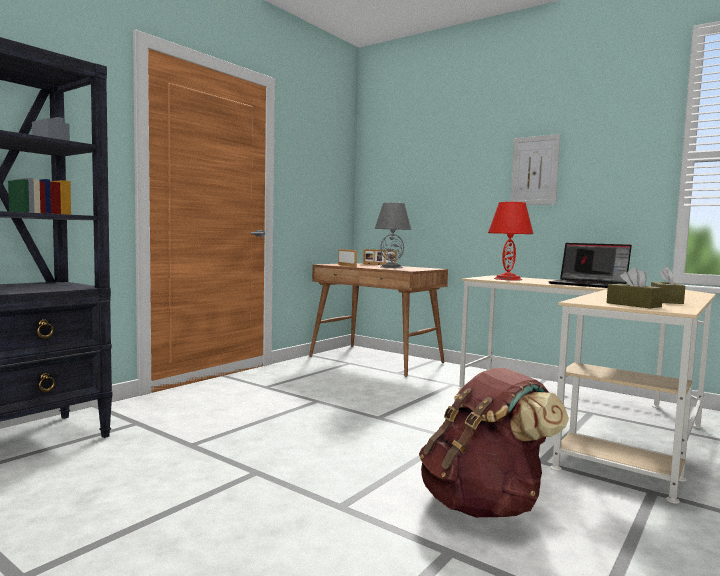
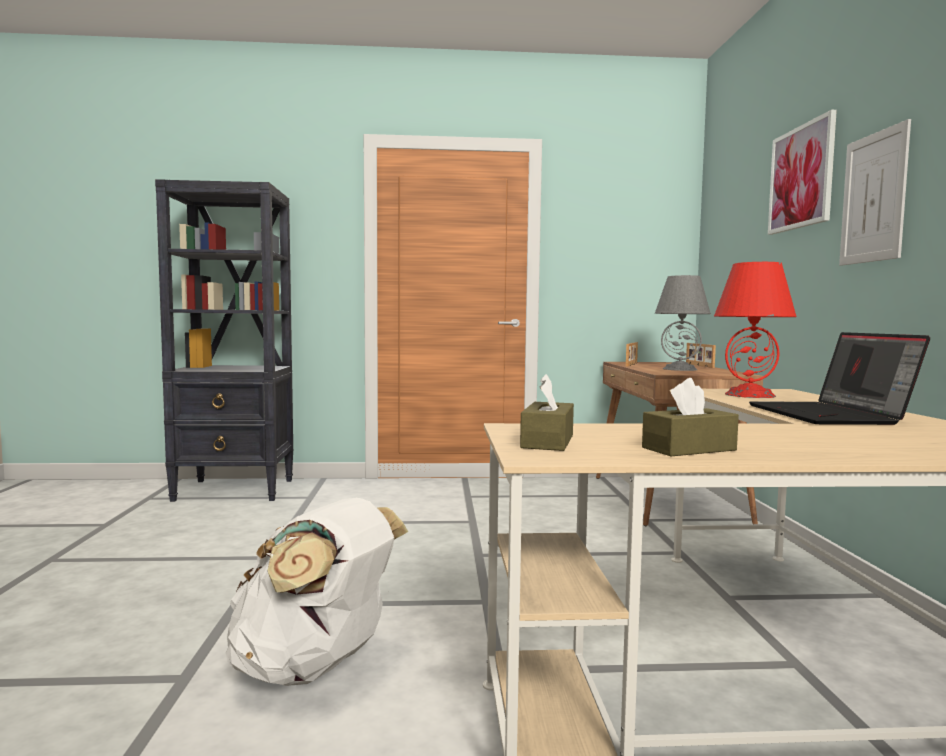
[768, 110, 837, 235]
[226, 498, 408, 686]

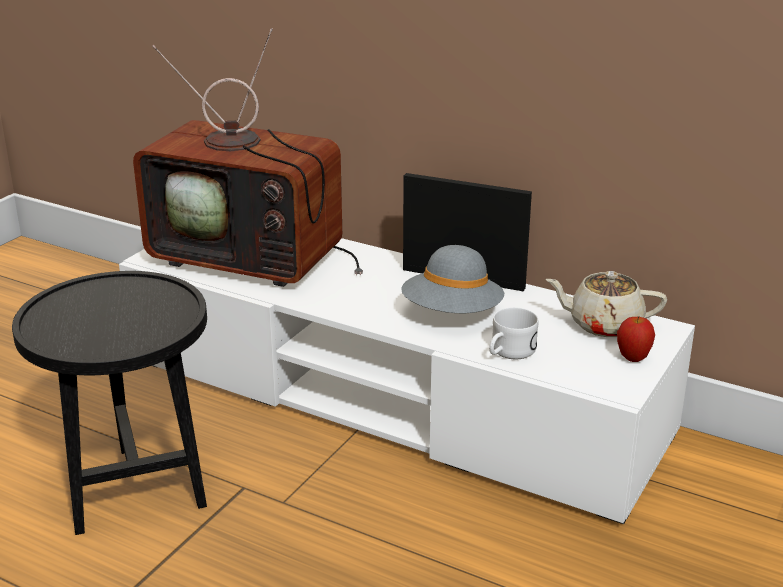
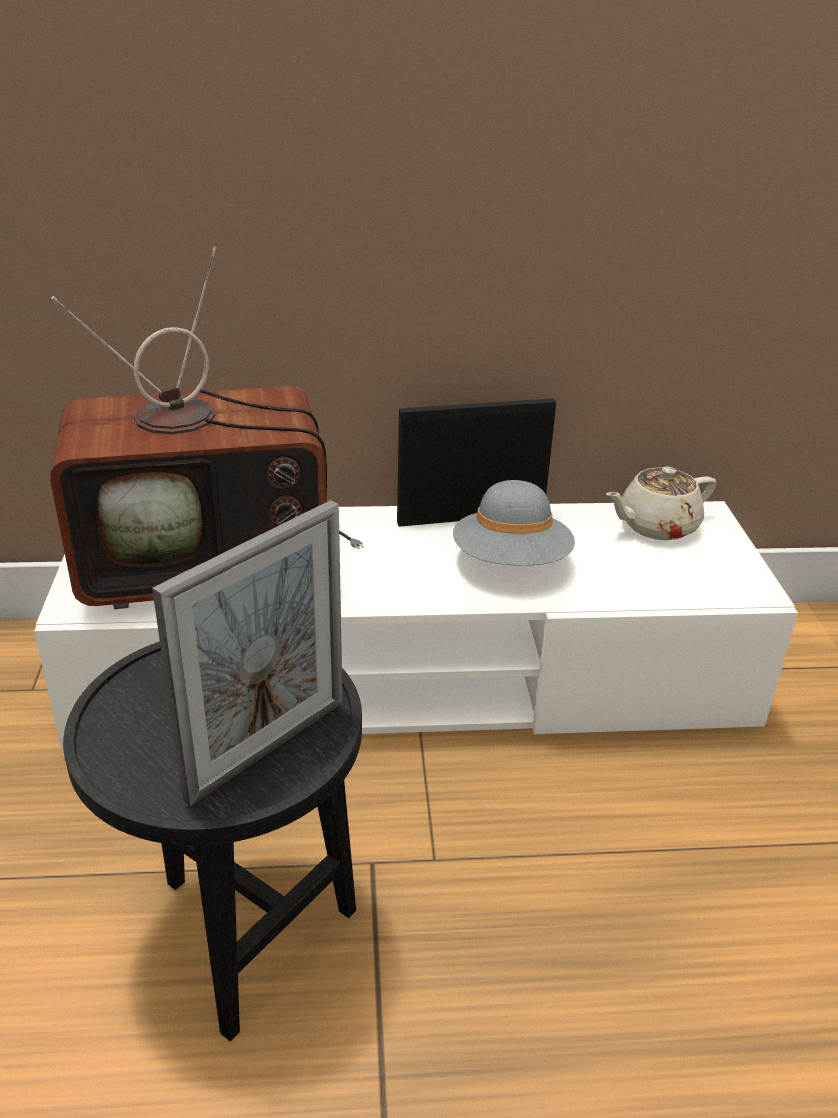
[489, 307, 539, 359] (first image)
[617, 316, 655, 362] (first image)
[152, 500, 343, 806]

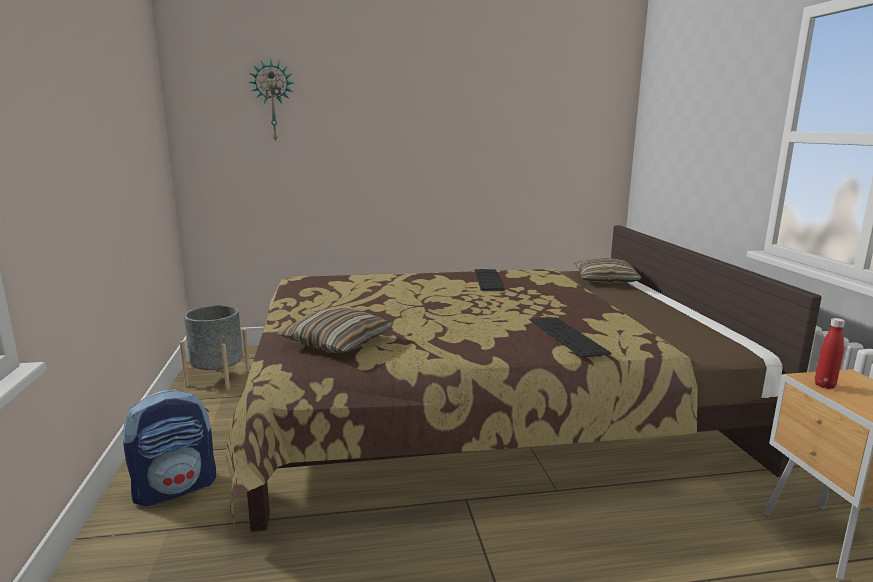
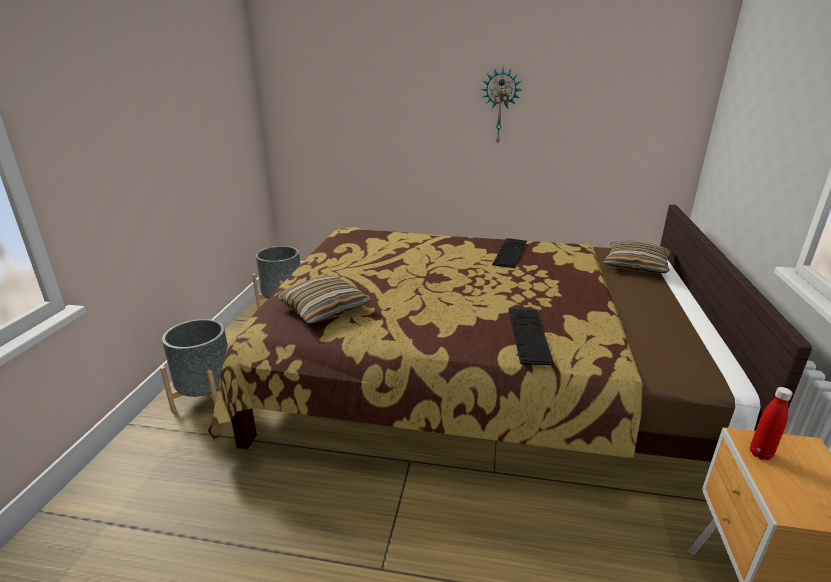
[481, 68, 522, 145]
[160, 319, 228, 412]

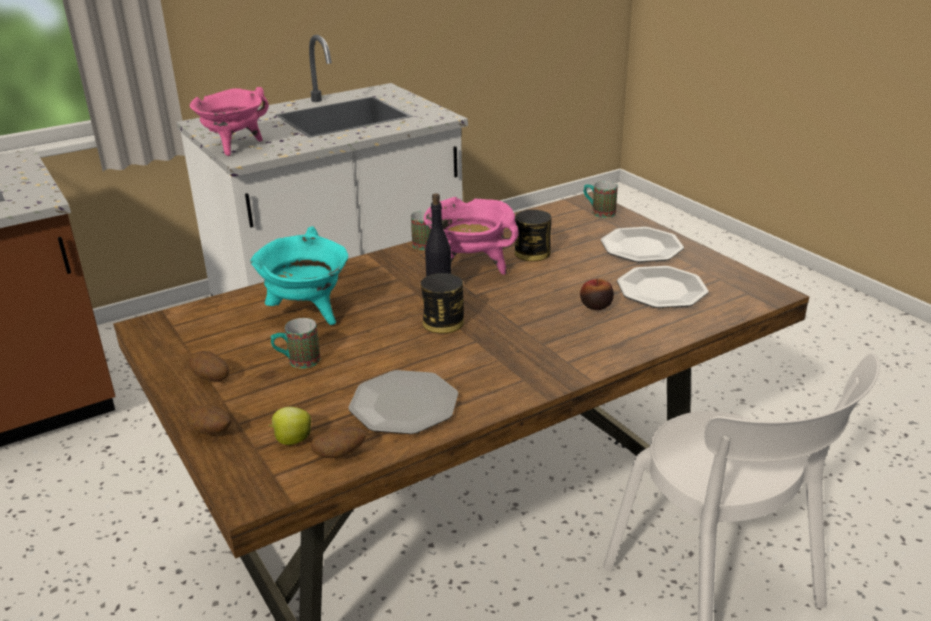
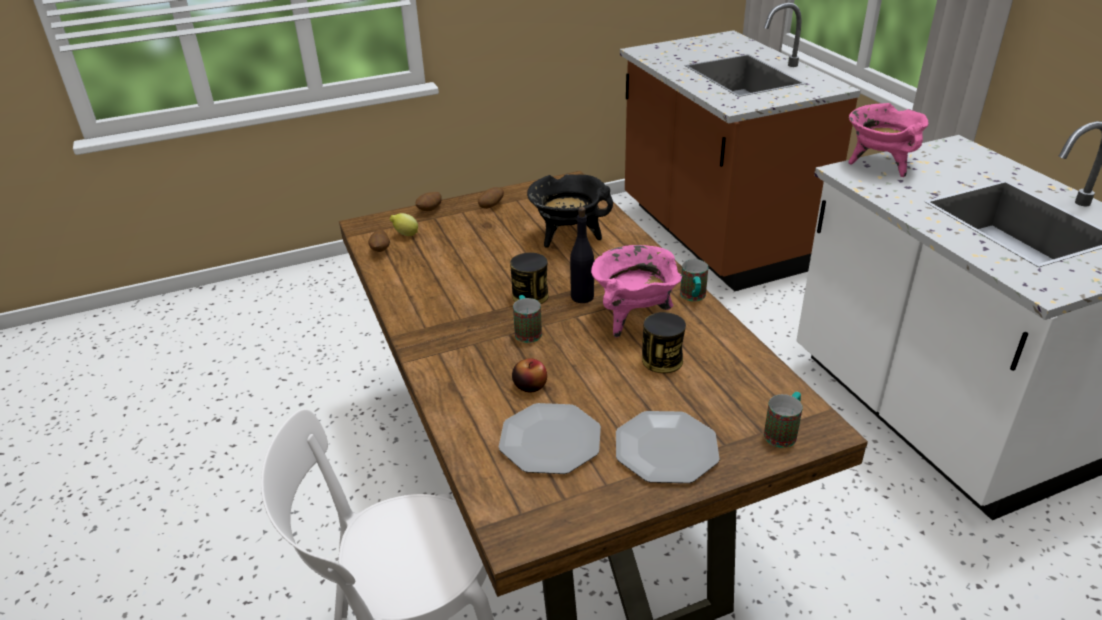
[348, 370, 458, 434] (first image)
[513, 295, 542, 343]
[390, 213, 418, 236]
[527, 174, 613, 248]

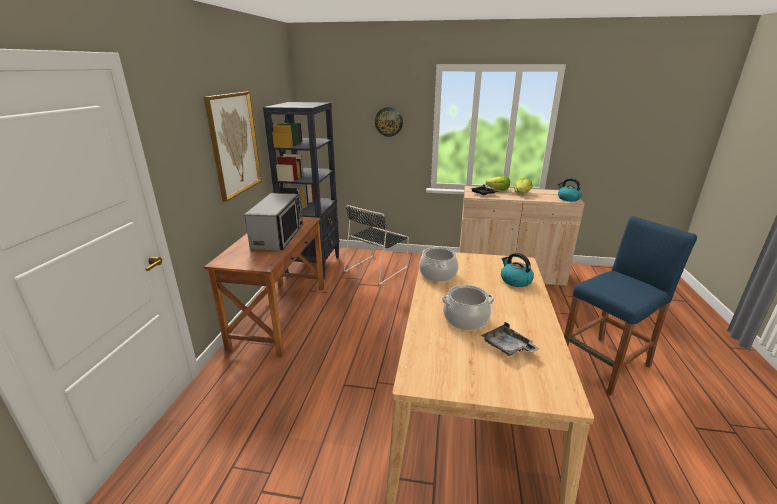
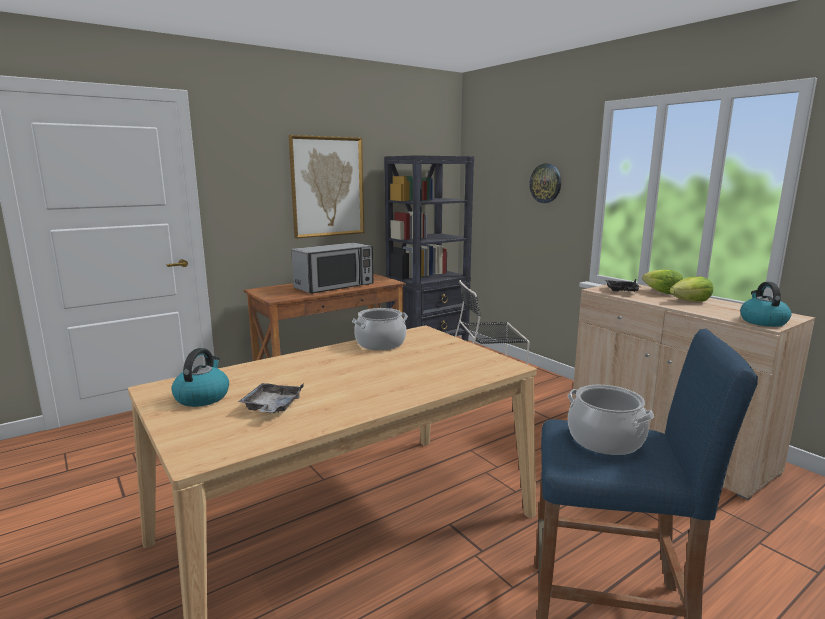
[568, 385, 654, 455]
[171, 348, 229, 407]

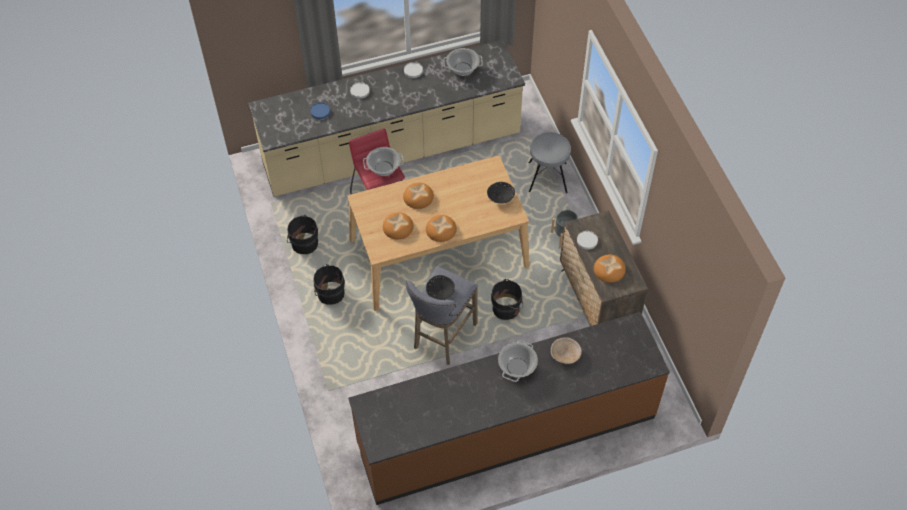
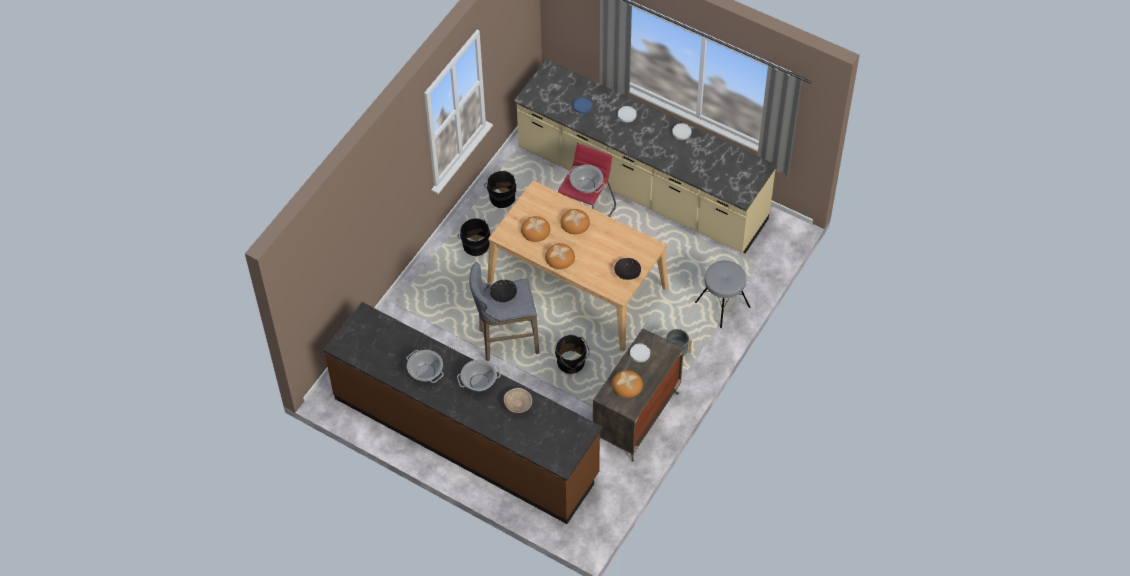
[407, 350, 444, 383]

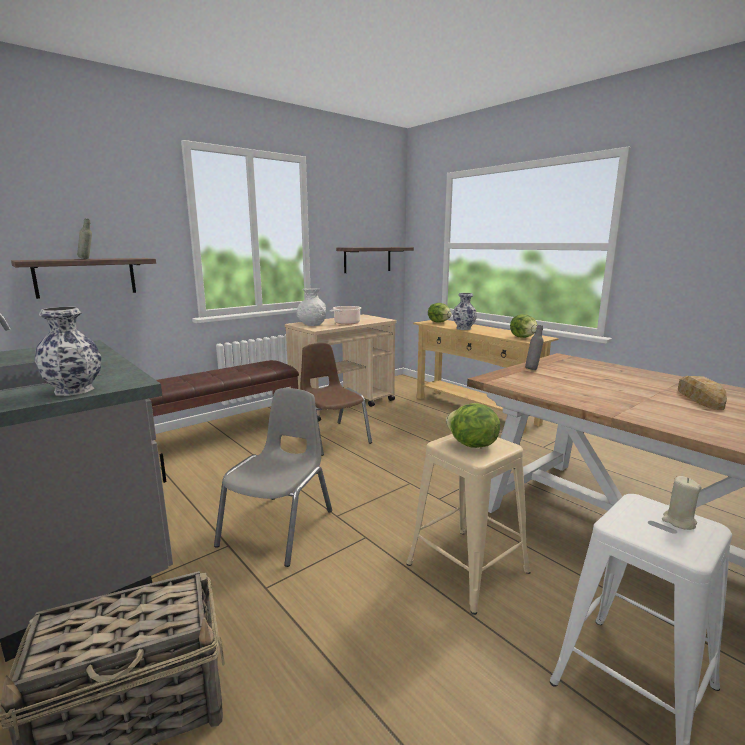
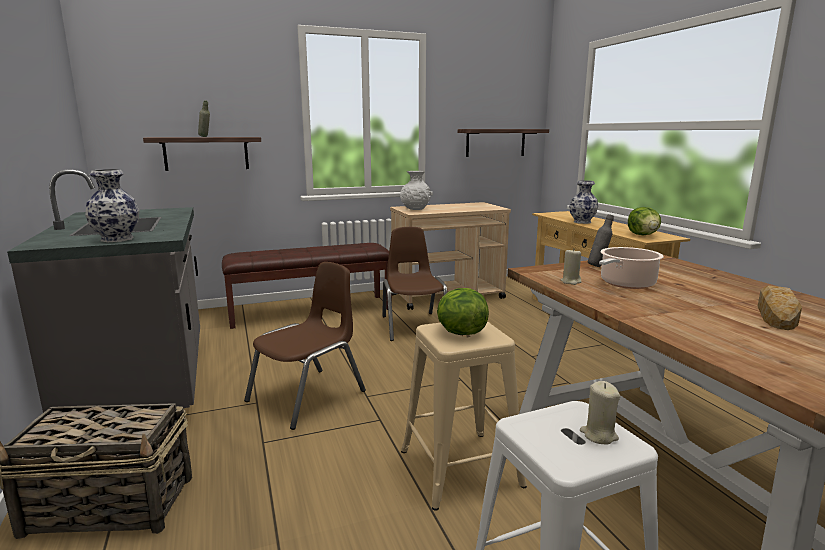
[428, 303, 452, 323] (first image)
[561, 250, 582, 285]
[599, 247, 664, 289]
[244, 262, 366, 430]

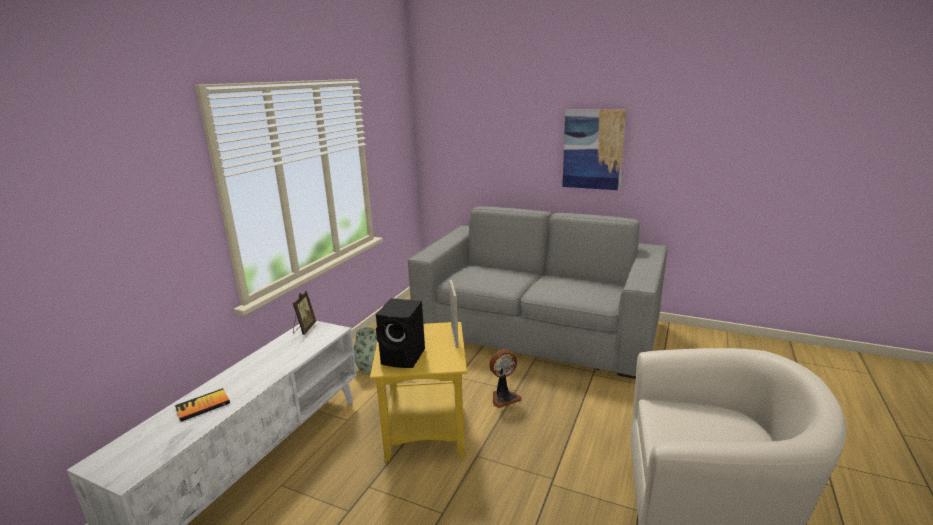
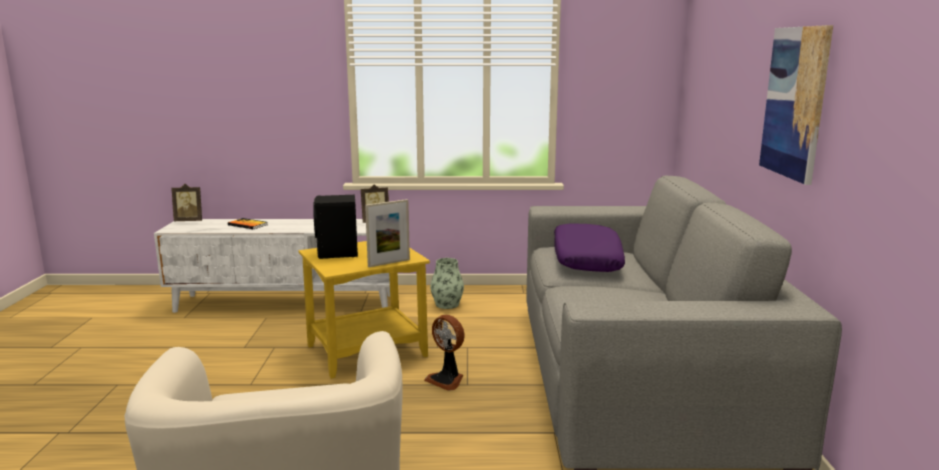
[172, 184, 202, 221]
[554, 223, 625, 272]

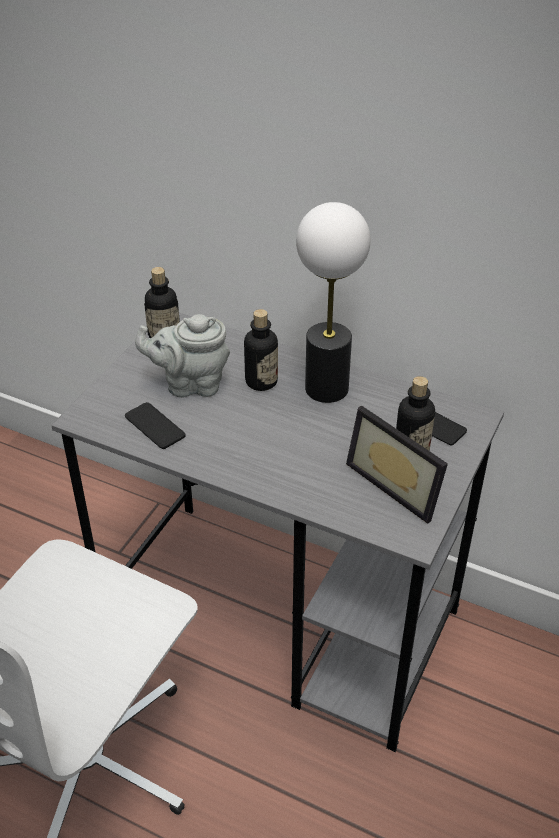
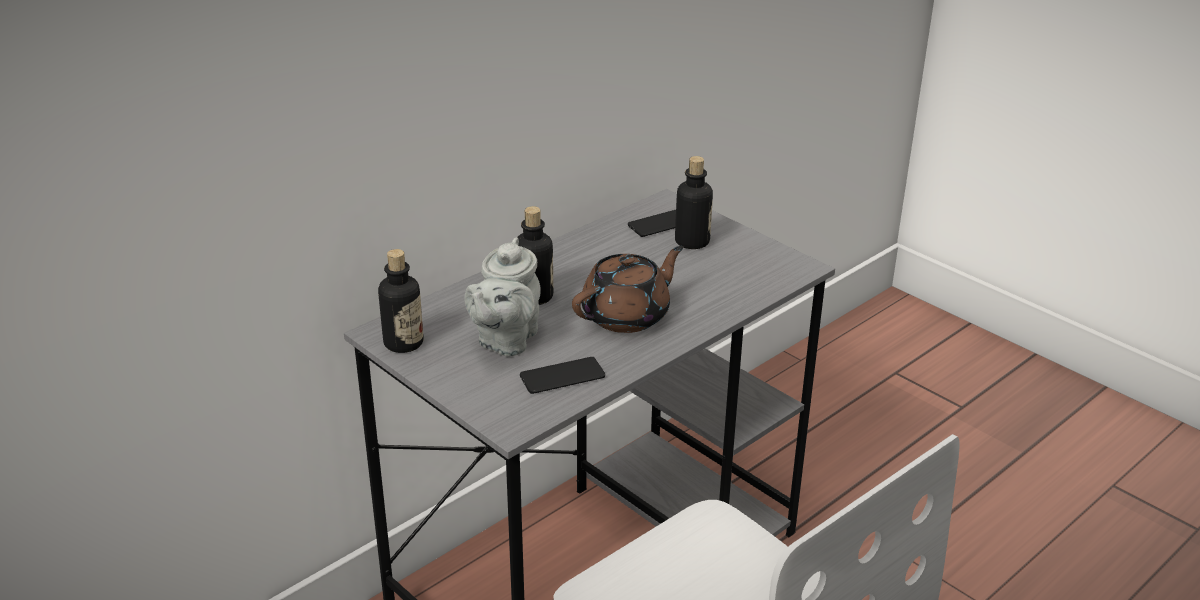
[296, 202, 370, 403] (first image)
[346, 406, 448, 523] (first image)
[572, 246, 684, 333]

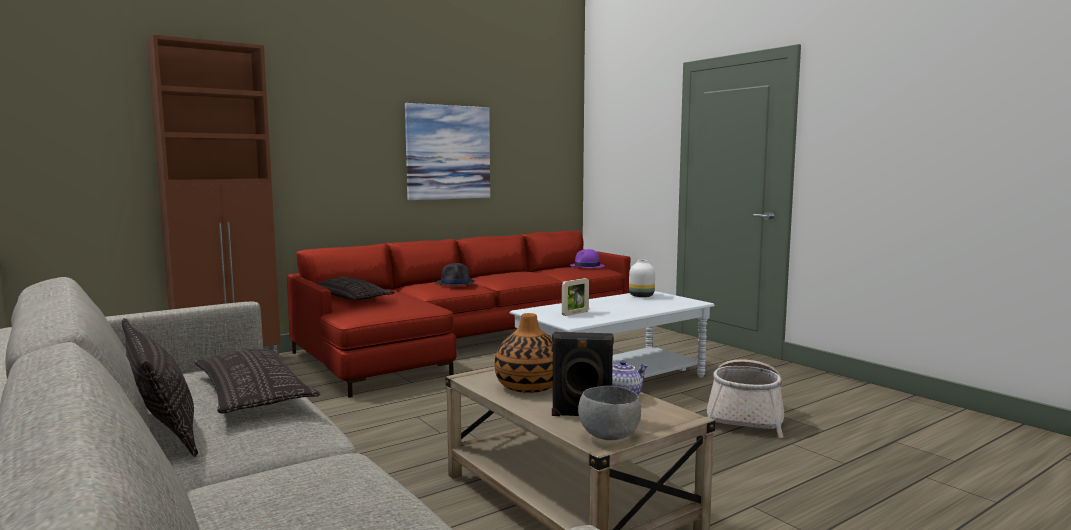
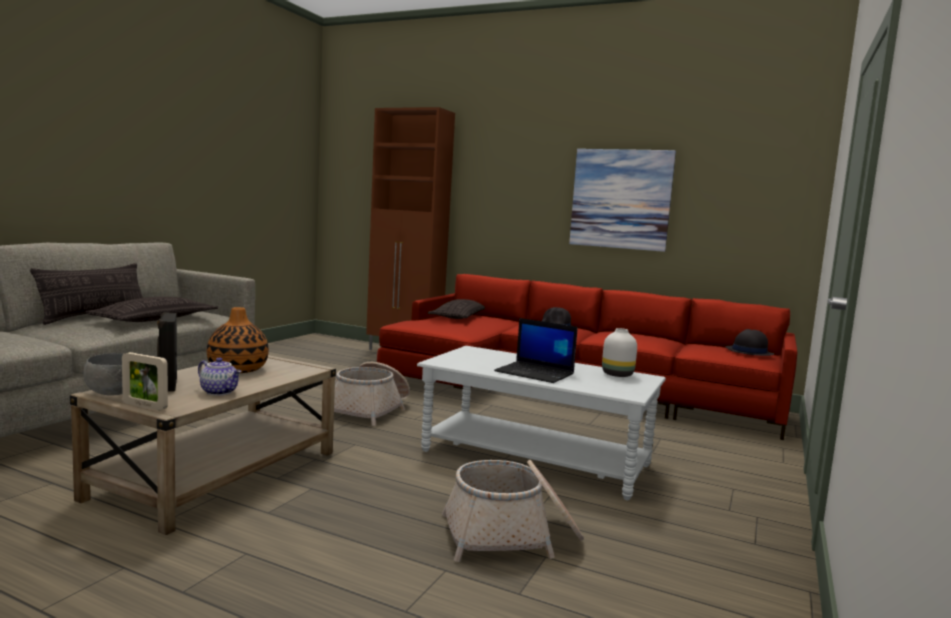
[320, 362, 410, 426]
[494, 318, 578, 383]
[122, 352, 168, 410]
[725, 329, 774, 356]

